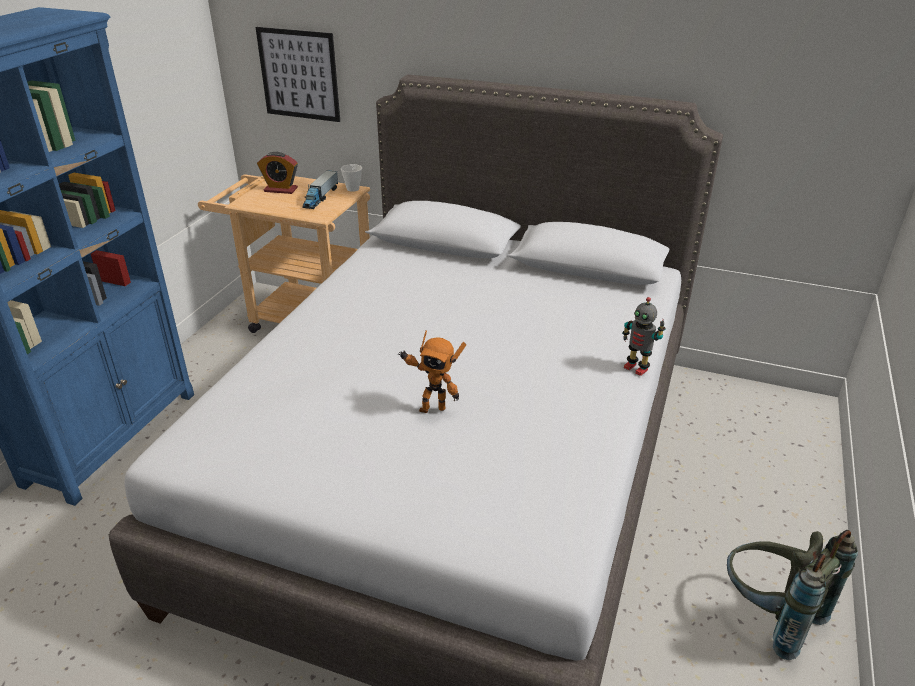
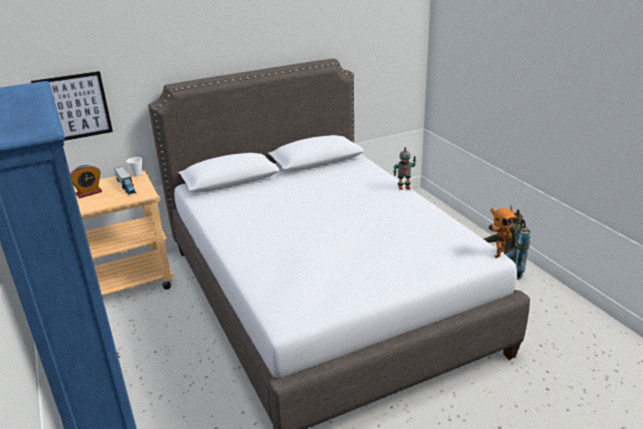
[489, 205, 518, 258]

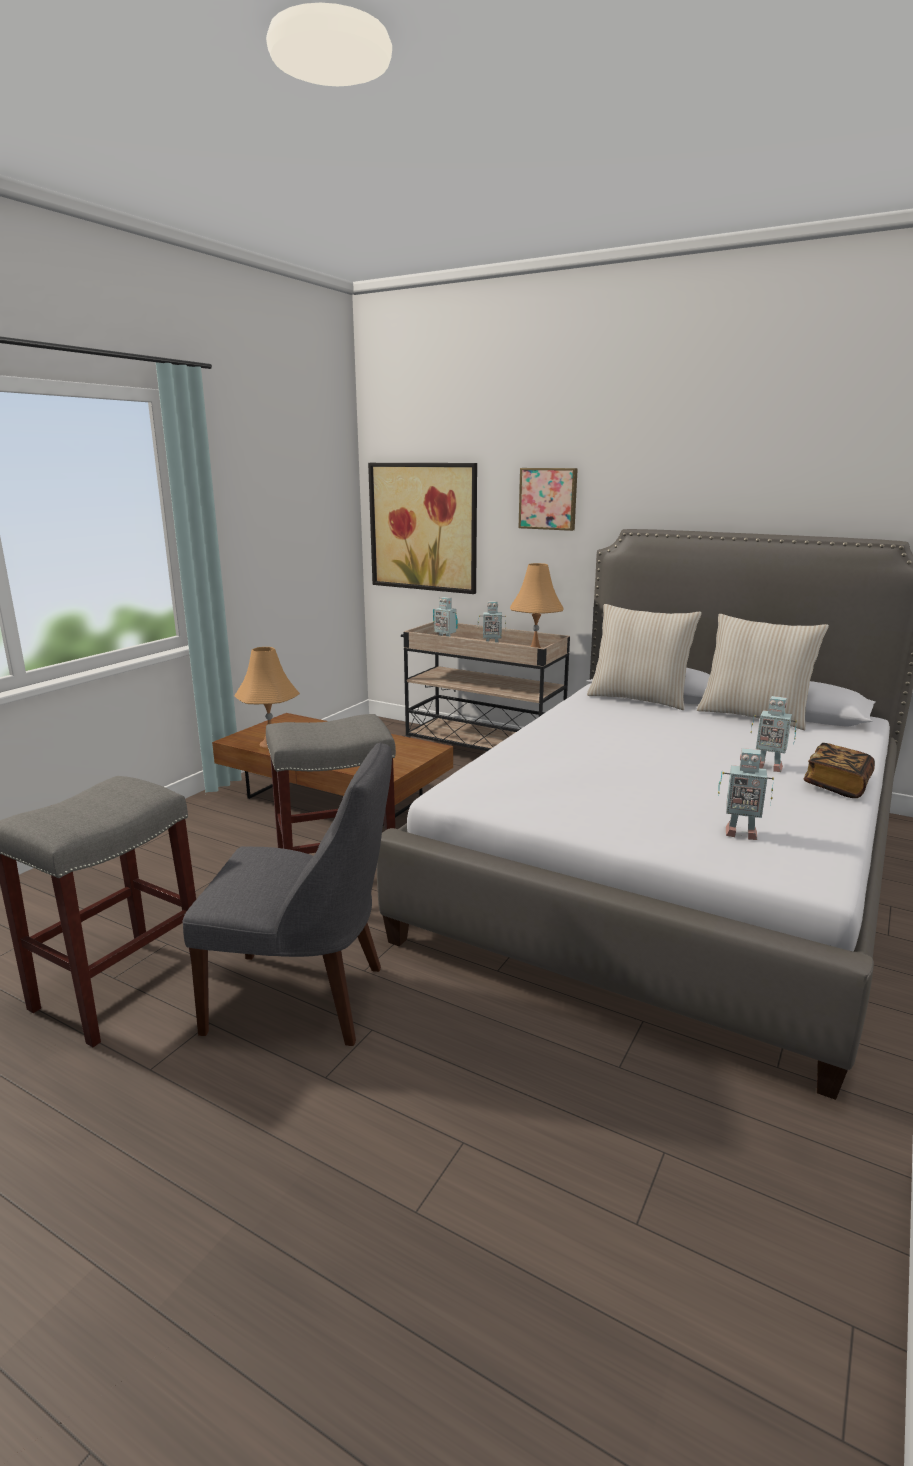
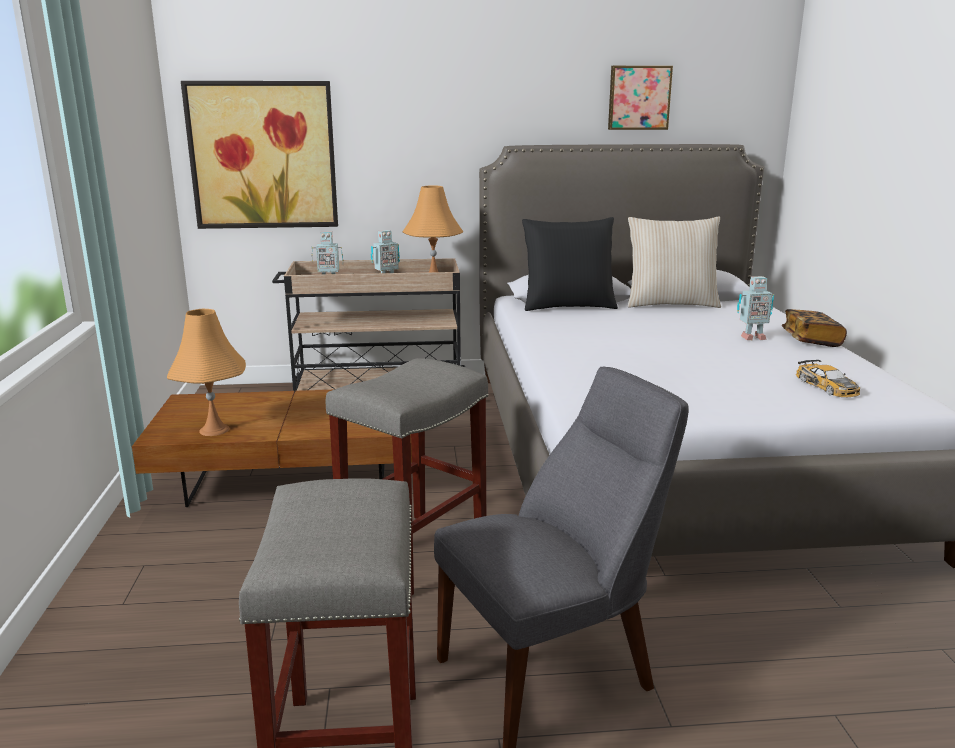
[608, 66, 673, 130]
[796, 359, 860, 397]
[522, 217, 618, 311]

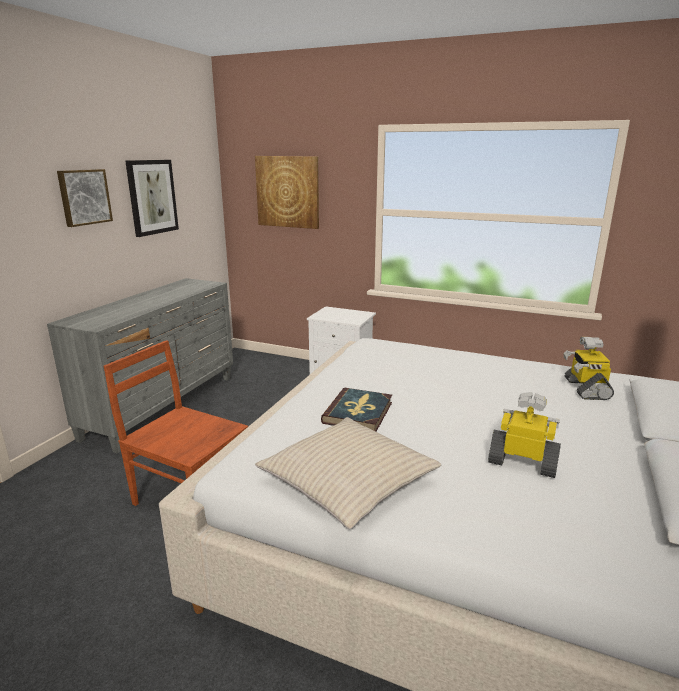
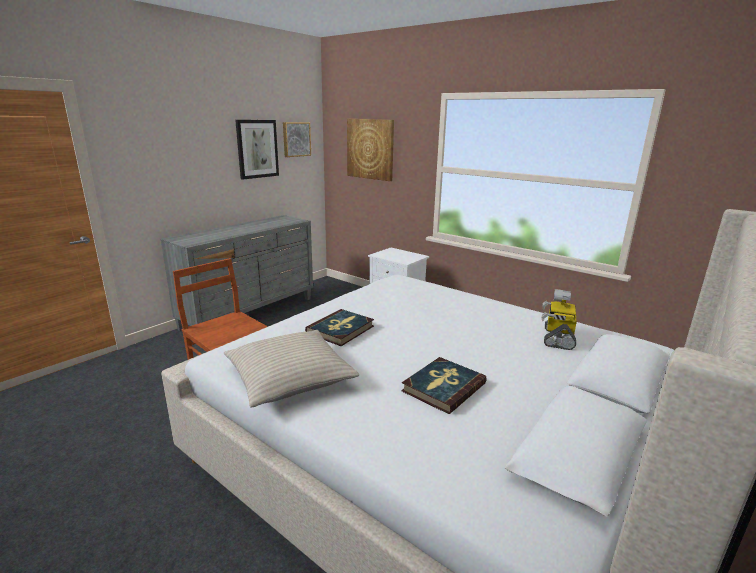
[283, 122, 311, 157]
[401, 357, 487, 414]

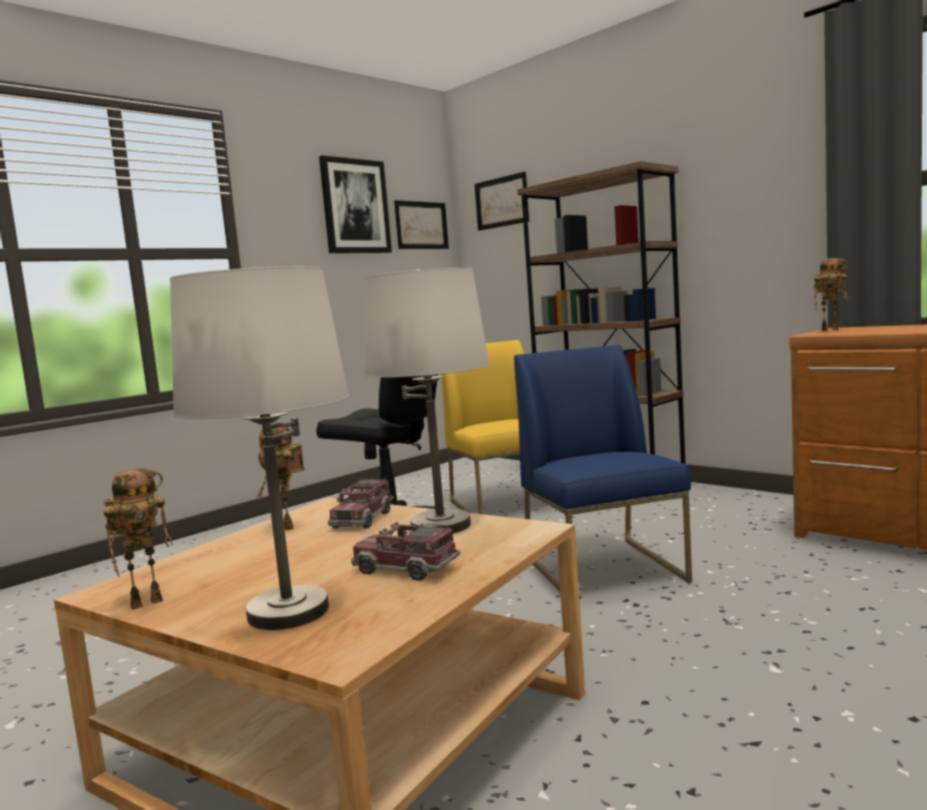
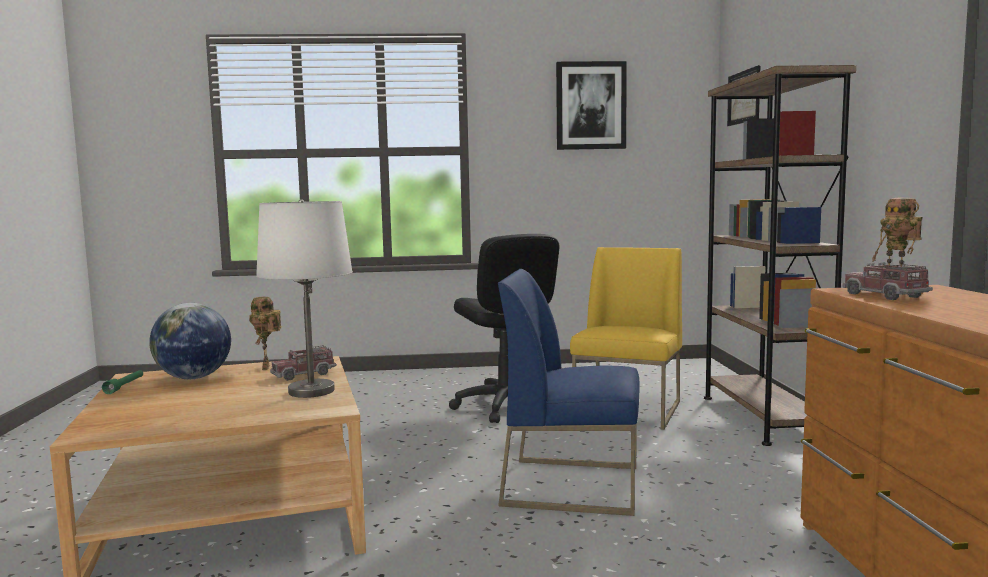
[170, 266, 349, 630] (first image)
[394, 200, 449, 249] (first image)
[149, 303, 231, 379]
[843, 262, 933, 300]
[102, 370, 143, 394]
[498, 269, 639, 516]

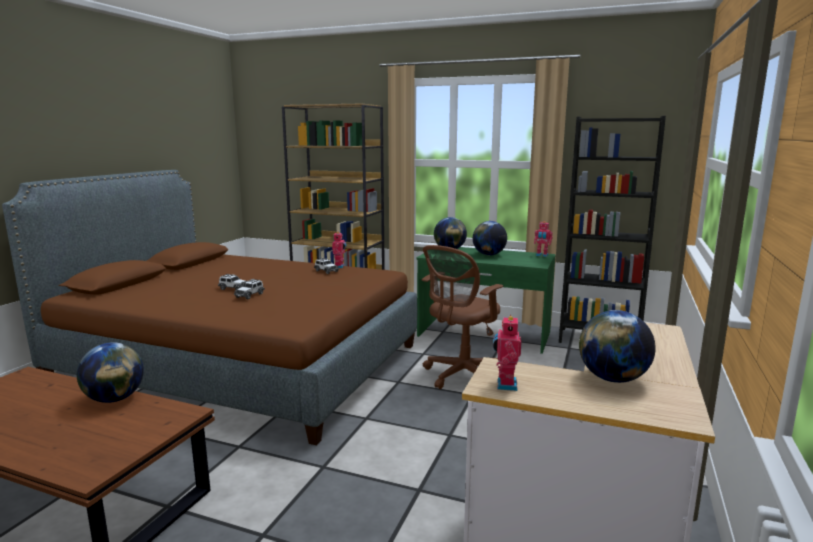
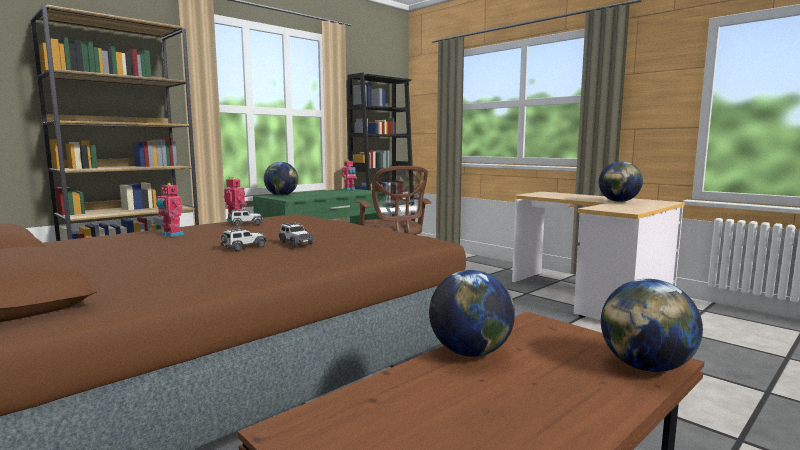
[601, 279, 703, 372]
[156, 183, 184, 237]

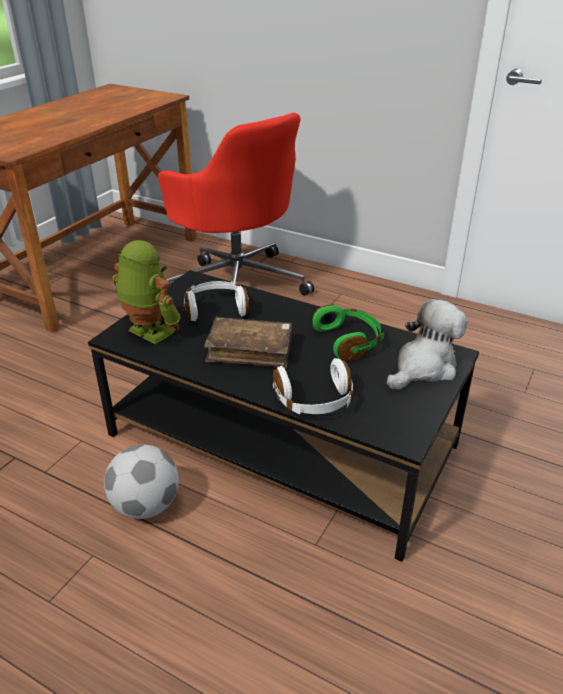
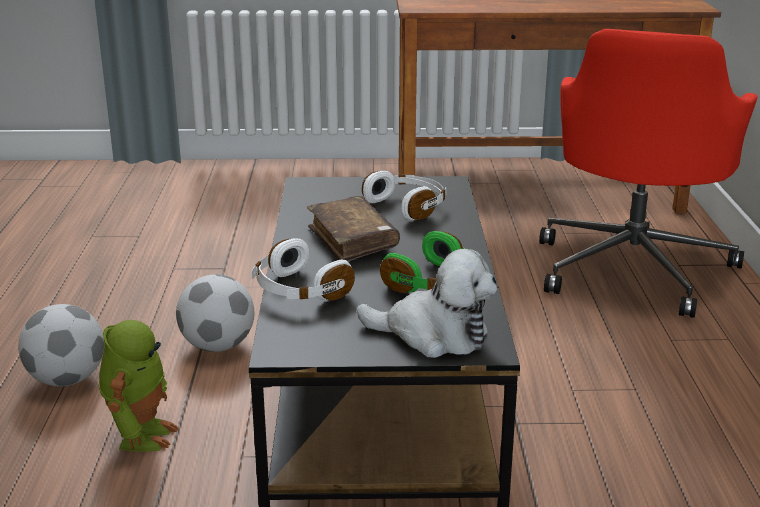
[18, 304, 104, 386]
[99, 320, 179, 452]

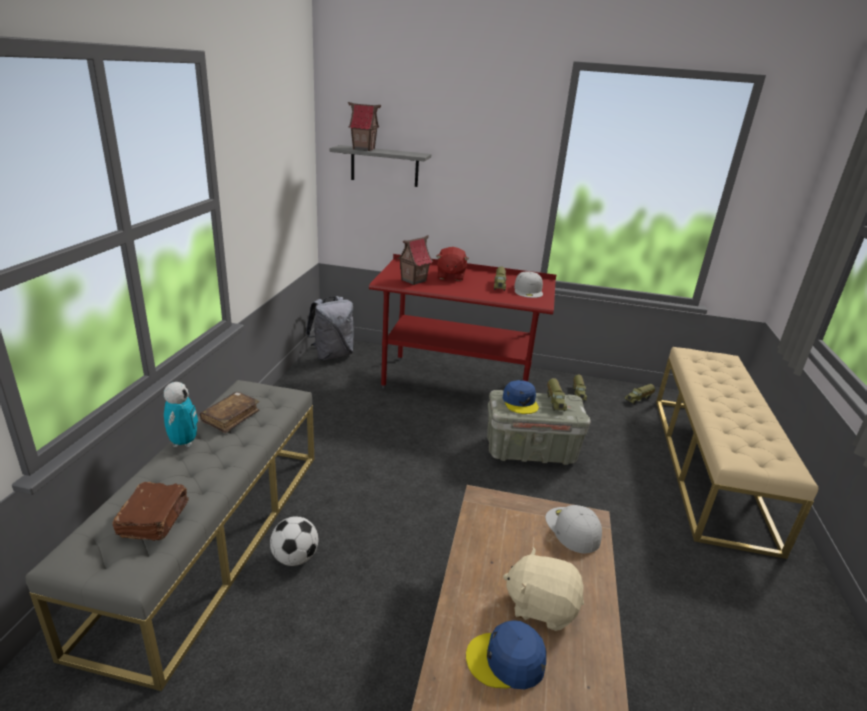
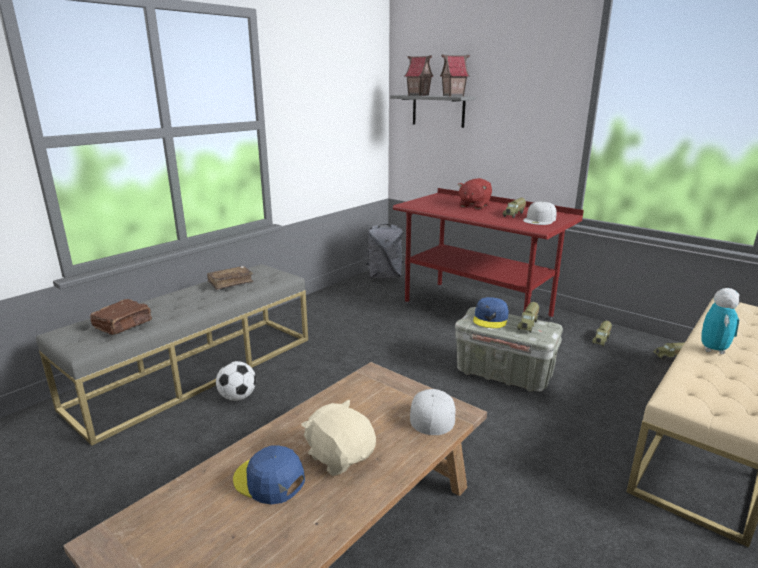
[701, 288, 741, 354]
[440, 54, 470, 97]

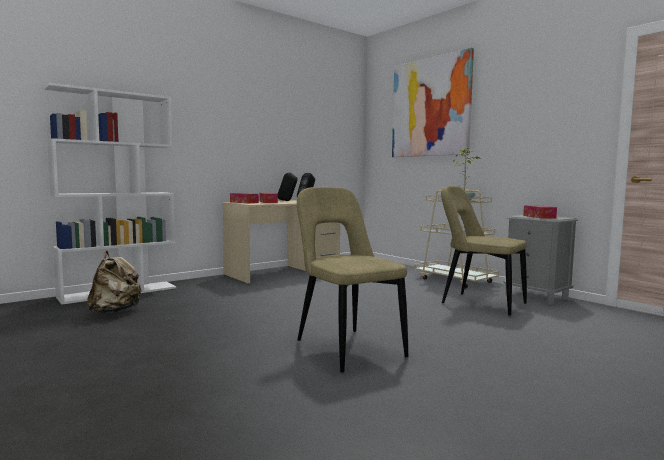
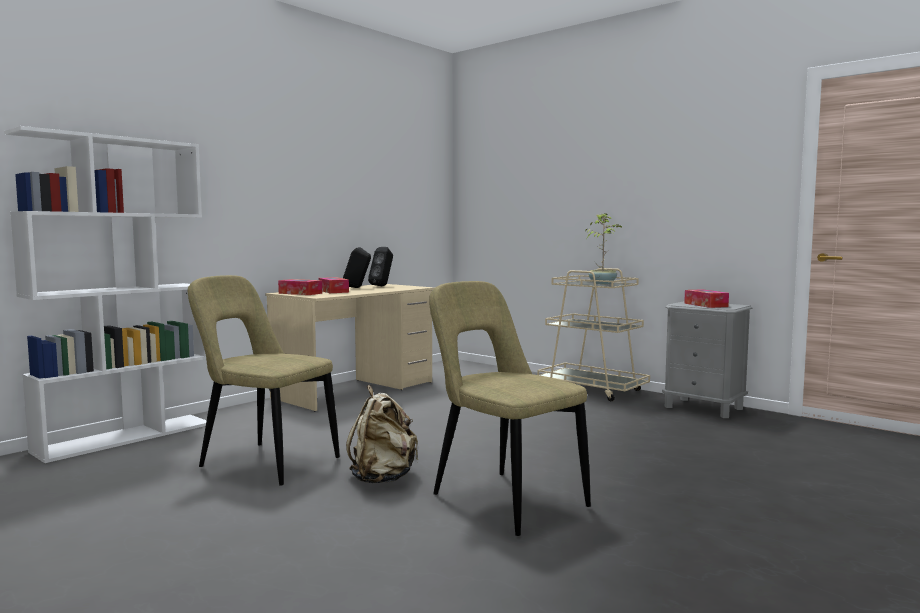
[392, 48, 474, 157] (first image)
[346, 385, 418, 483]
[188, 275, 340, 486]

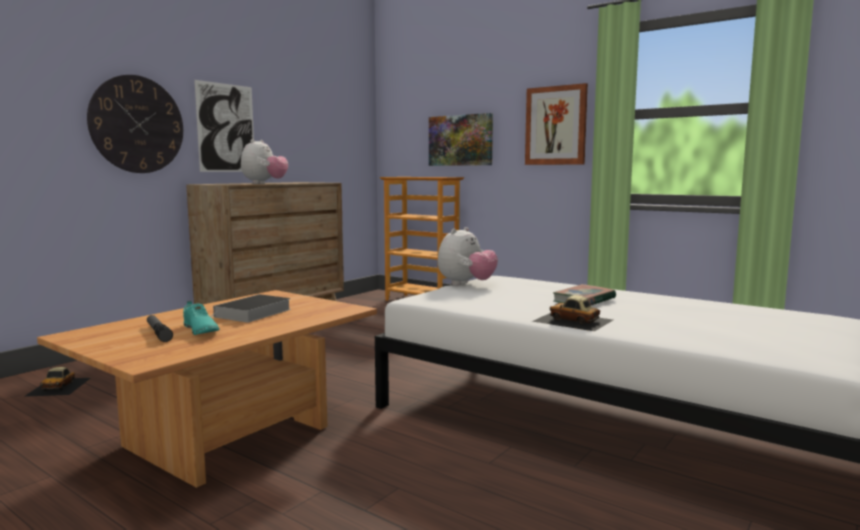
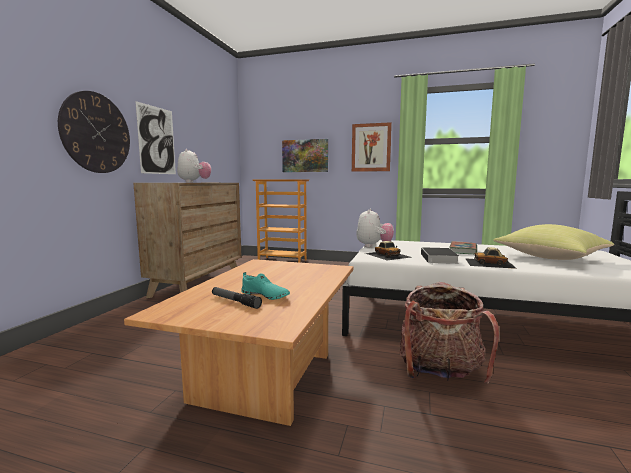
[400, 282, 499, 384]
[493, 224, 614, 260]
[365, 241, 411, 260]
[421, 247, 459, 265]

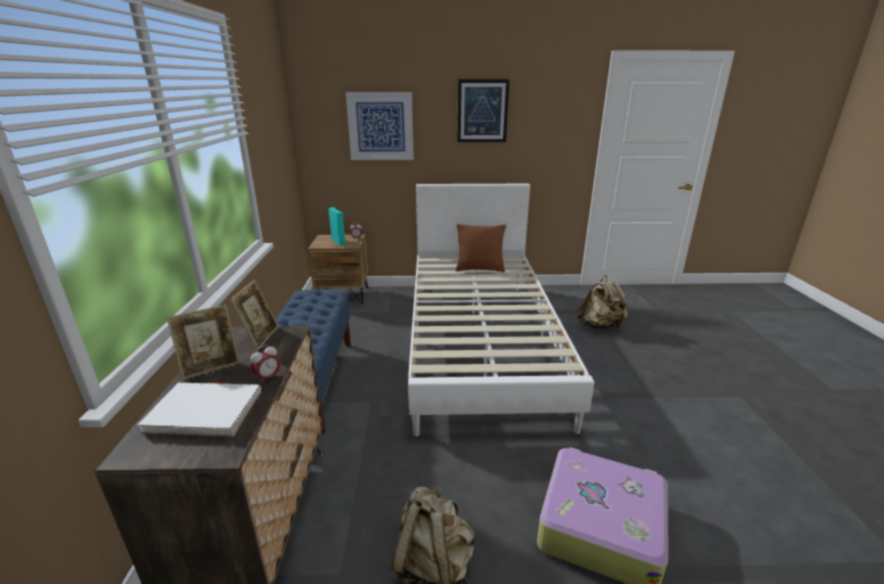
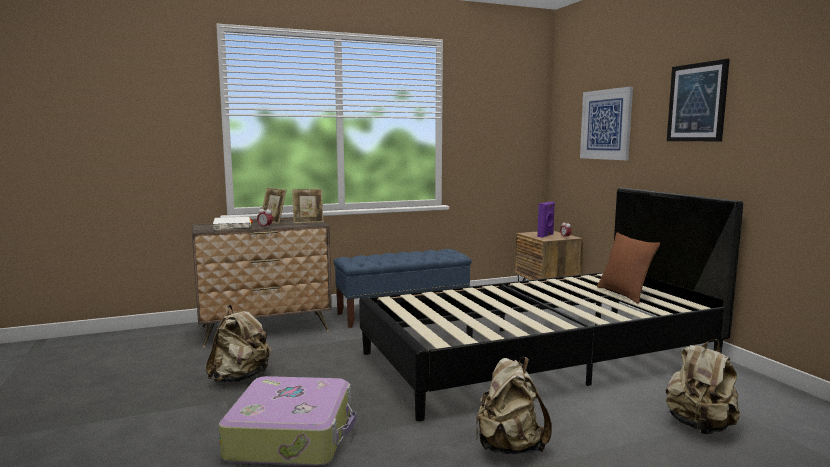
[476, 357, 552, 454]
[537, 202, 555, 238]
[359, 188, 743, 421]

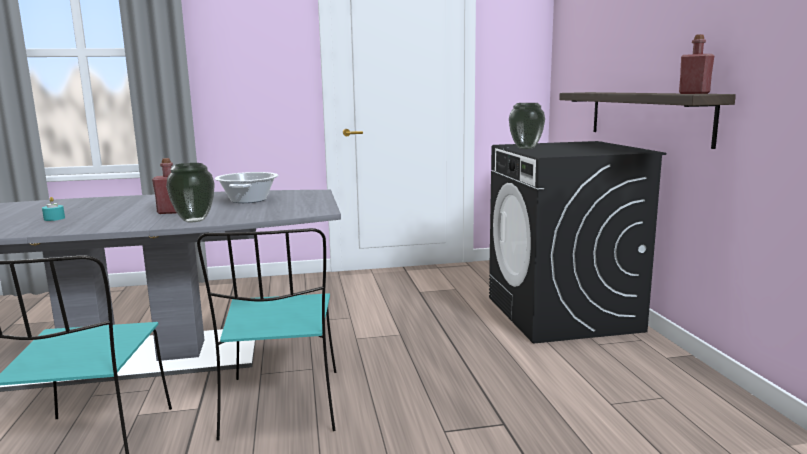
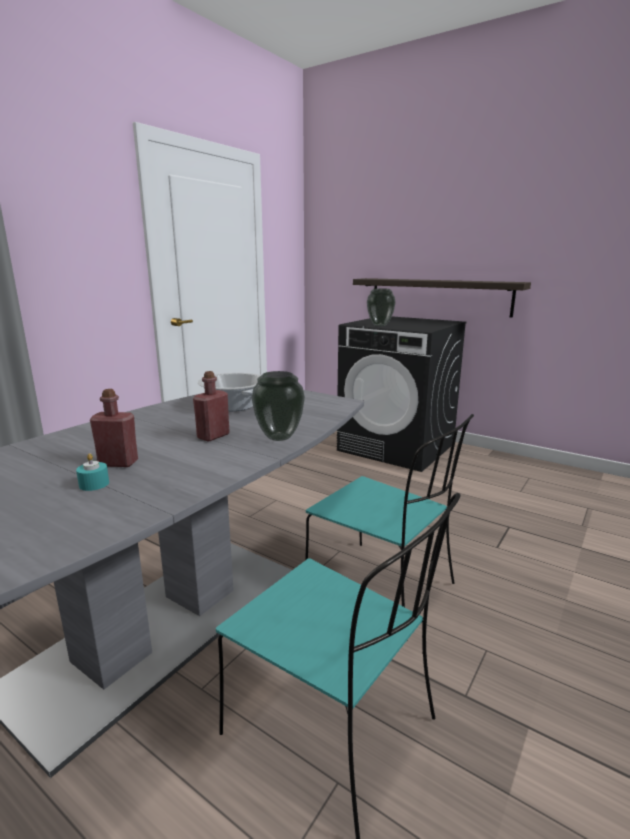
[90, 389, 138, 467]

